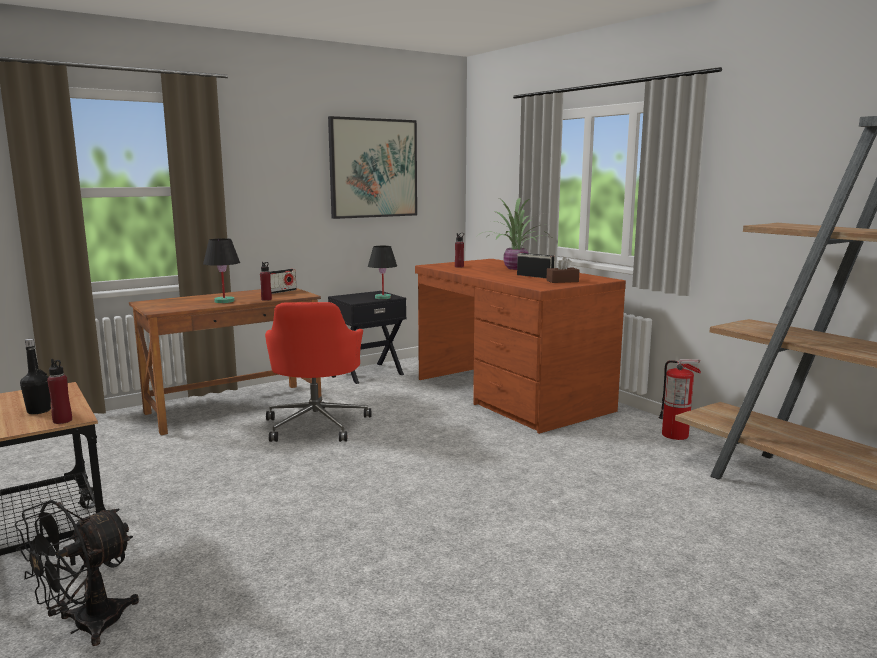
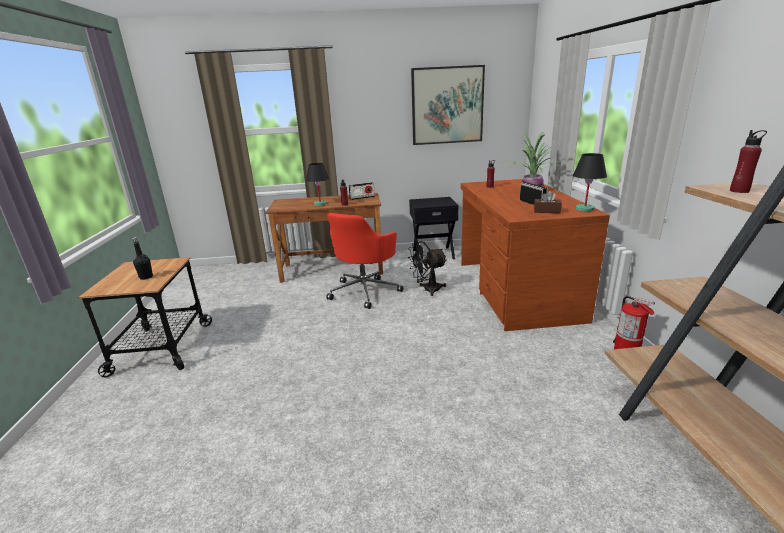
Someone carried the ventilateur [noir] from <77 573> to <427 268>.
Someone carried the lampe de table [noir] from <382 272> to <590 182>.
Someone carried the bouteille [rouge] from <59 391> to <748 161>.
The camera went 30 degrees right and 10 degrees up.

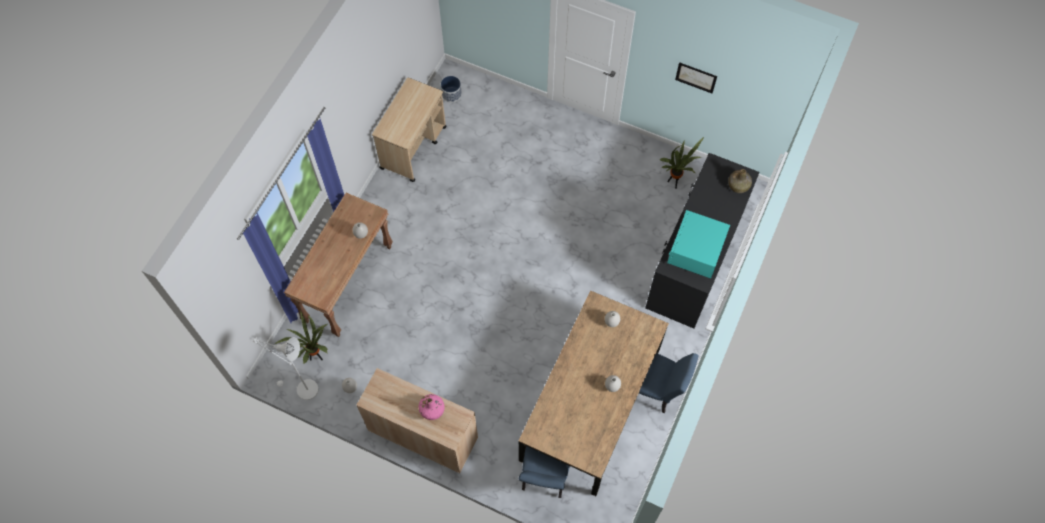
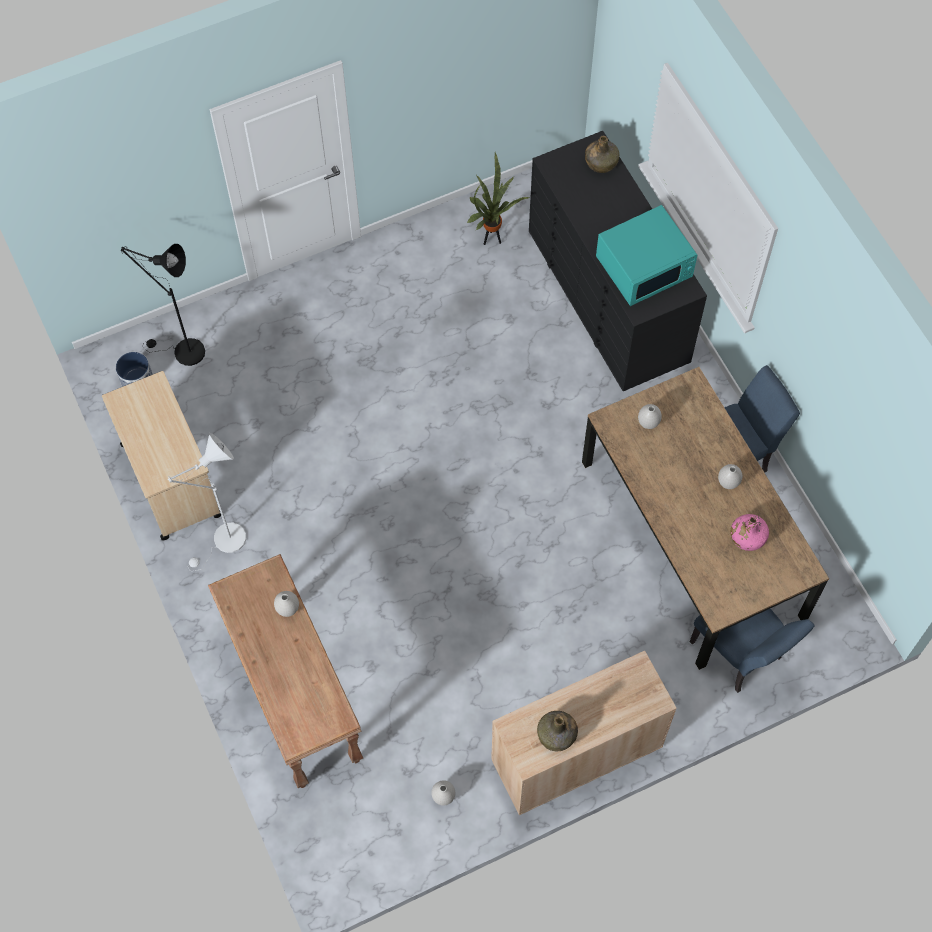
Someone put down the lampadaire [noir] at <163 305>.
Someone carried the lampadaire [blanc] from <286 368> to <207 502>.
Someone put down the bouteille [vert] at <557 731>.
Someone rotated the micro-ondes [turquoise] at <698 244> by 90 degrees counterclockwise.
Someone carried the bouteille [rose] from <432 407> to <750 532>.
Someone took away the plante en pot at <301 336>.
Someone took away the tableau at <696 77>.
The camera went 50 degrees left and 0 degrees up.

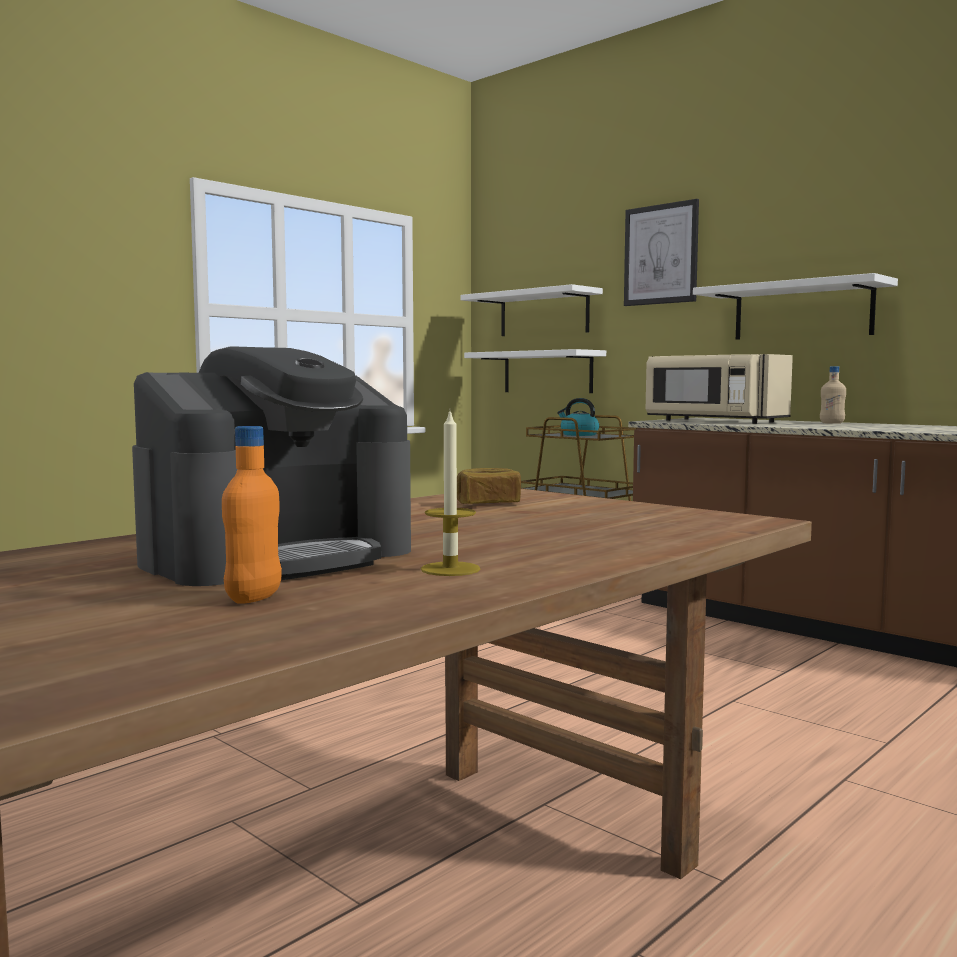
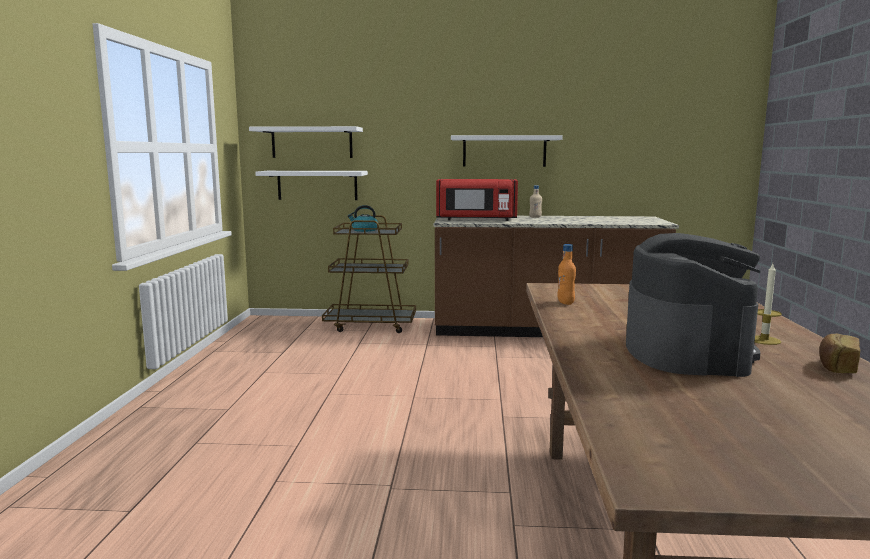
Someone repainted the micro-ondes [beige] at <719 389>, which became the micro-ondes [rouge] at <477 200>.
Someone carried the bouteille [orange] from <252 515> to <566 274>.
Someone carried the pain from <489 486> to <839 353>.
Someone took away the tableau at <661 252>.
The camera went 40 degrees left and 5 degrees up.

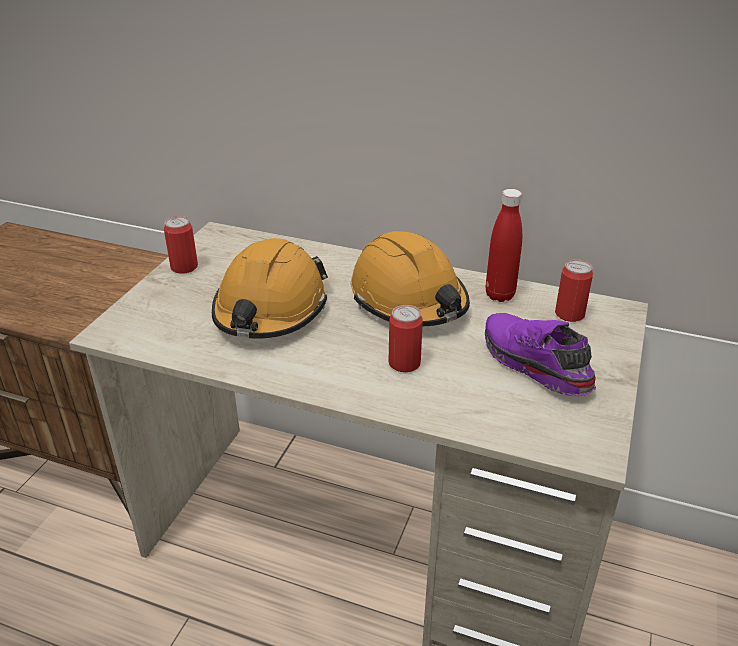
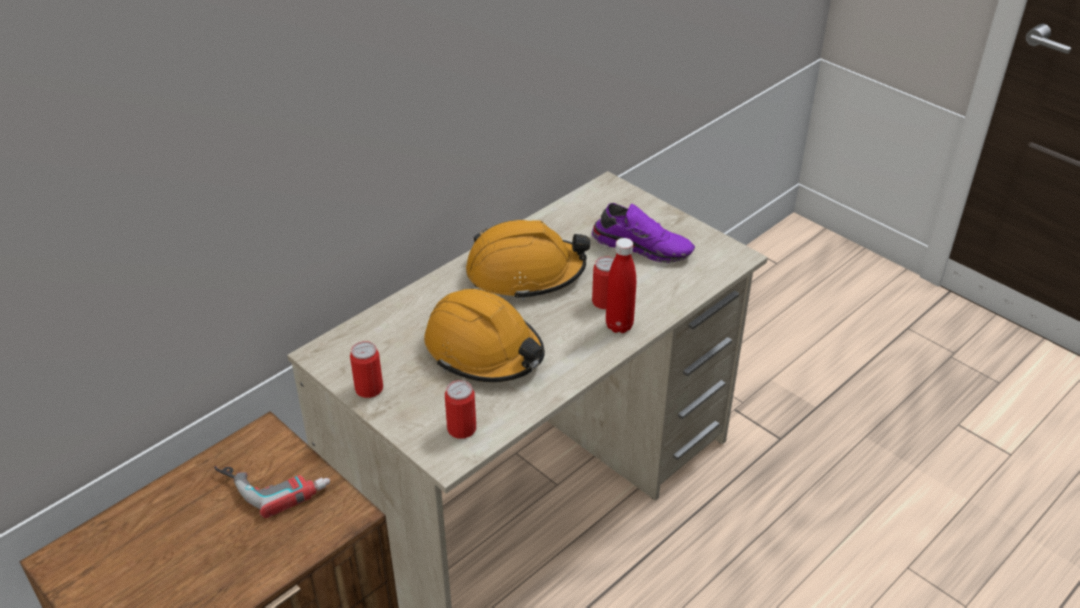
Someone put down the perceuse at <272 492>.
Someone carried the boîte métallique from <574 290> to <460 409>.
Someone rotated the chaussure [violet] at <540 354> by 150 degrees counterclockwise.
Someone carried the bouteille [rouge] from <504 245> to <621 285>.
The camera went 65 degrees left and 5 degrees up.

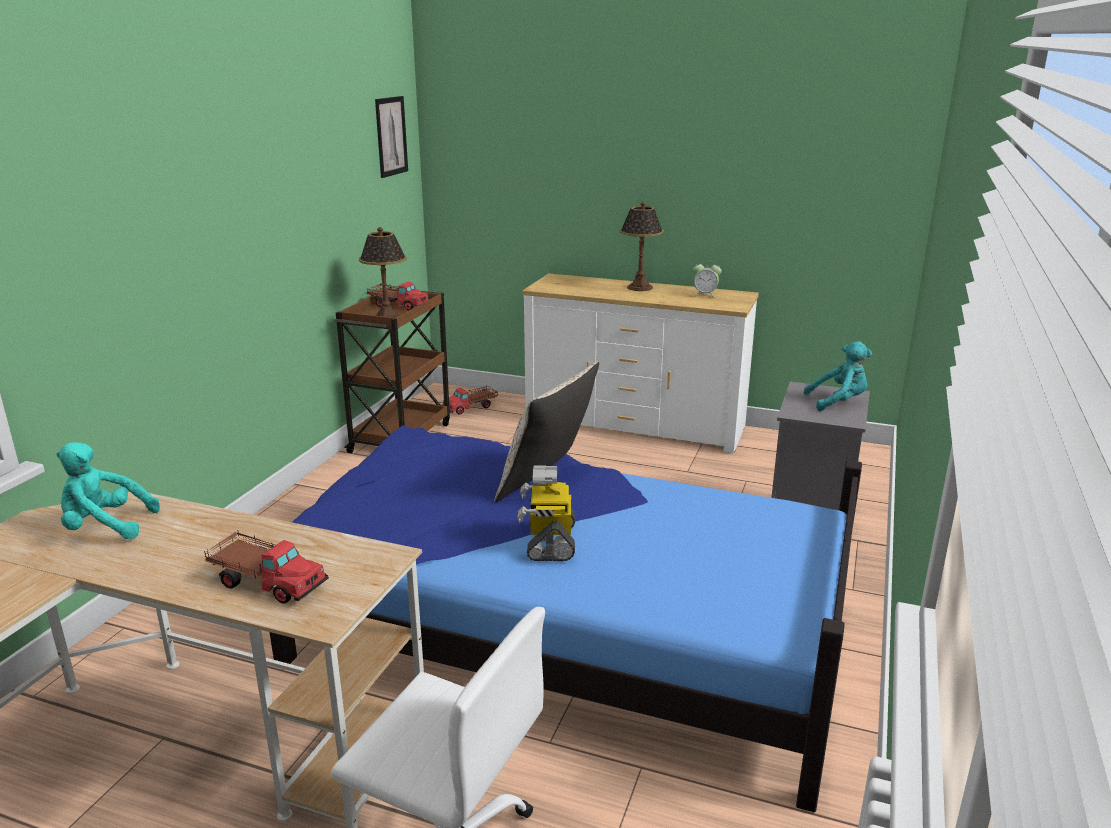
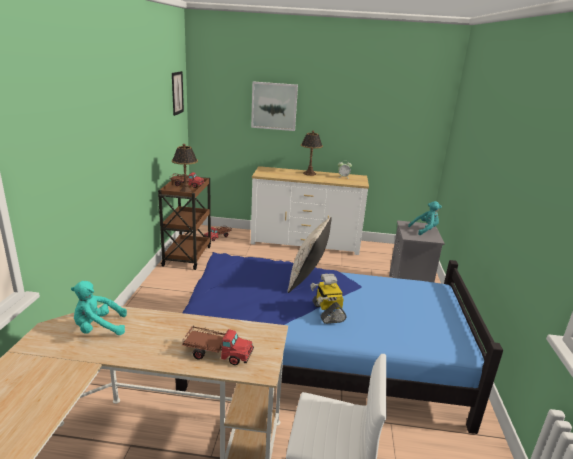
Someone put up the tableau at <274 106>.
The camera went 15 degrees left and 0 degrees up.

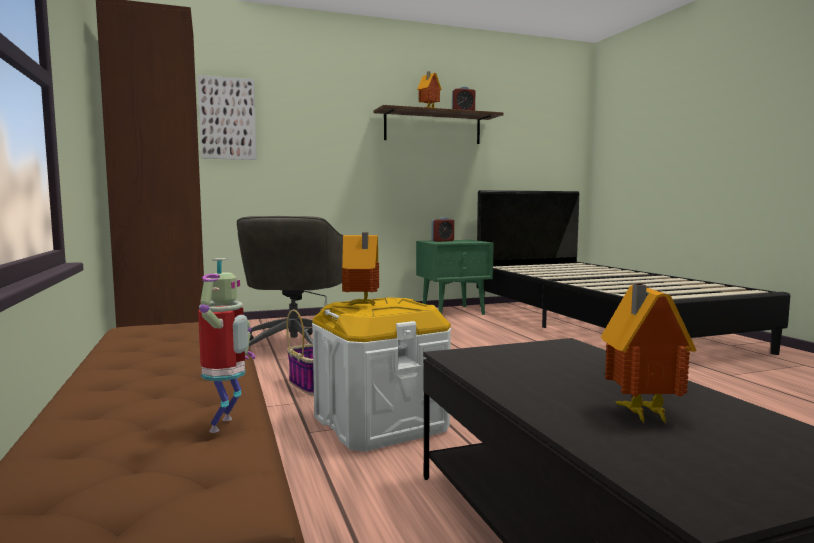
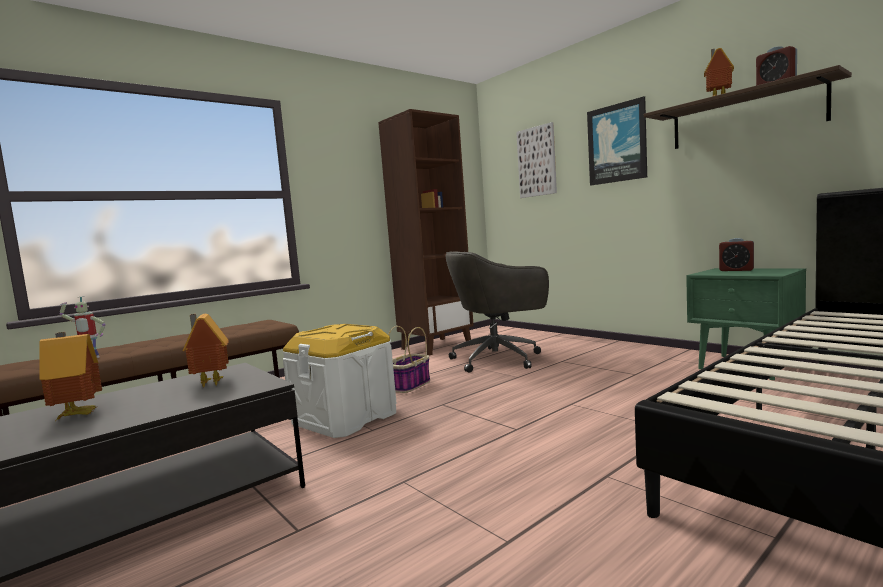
Someone carried the maison miniature from <360 269> to <206 351>.
Someone put up the tableau at <617 141>.
The camera went 70 degrees right and 0 degrees up.

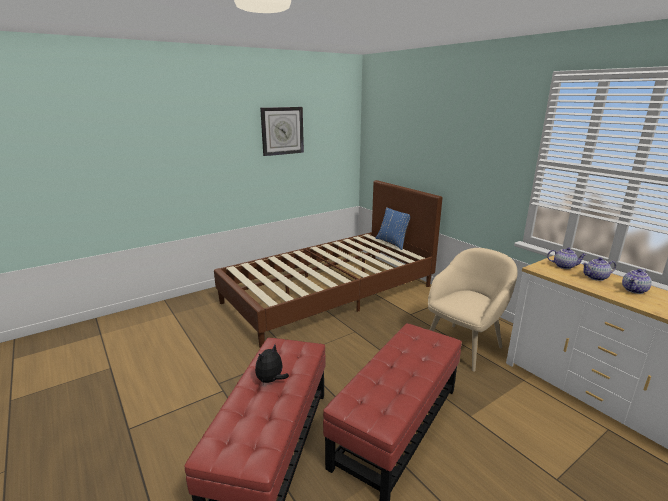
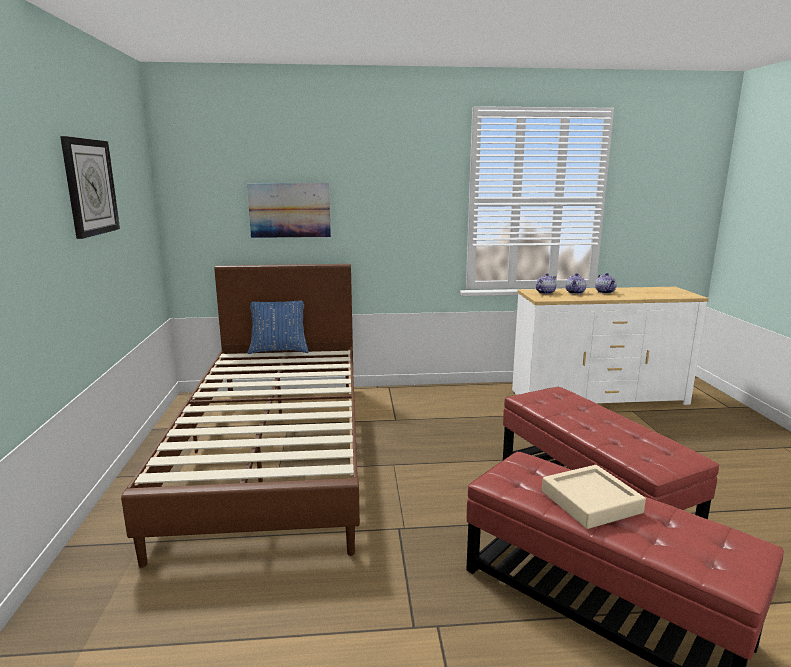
Someone put up the tableau at <289 210>.
Someone swapped the peluche at <272 363> for the plateau [beige] at <594 497>.
Someone took away the fauteuil [beige] at <473 310>.
The camera went 60 degrees left and 5 degrees down.

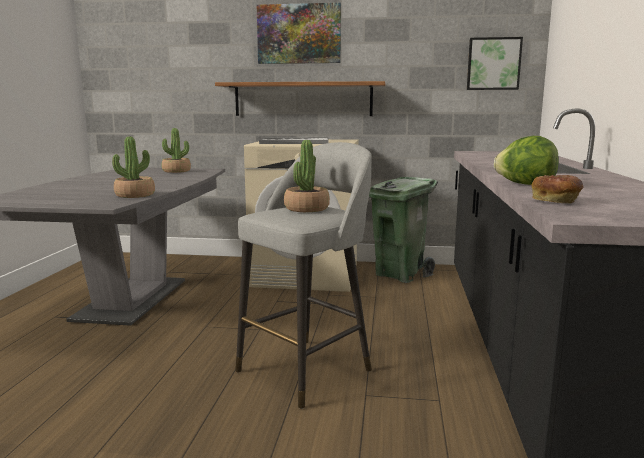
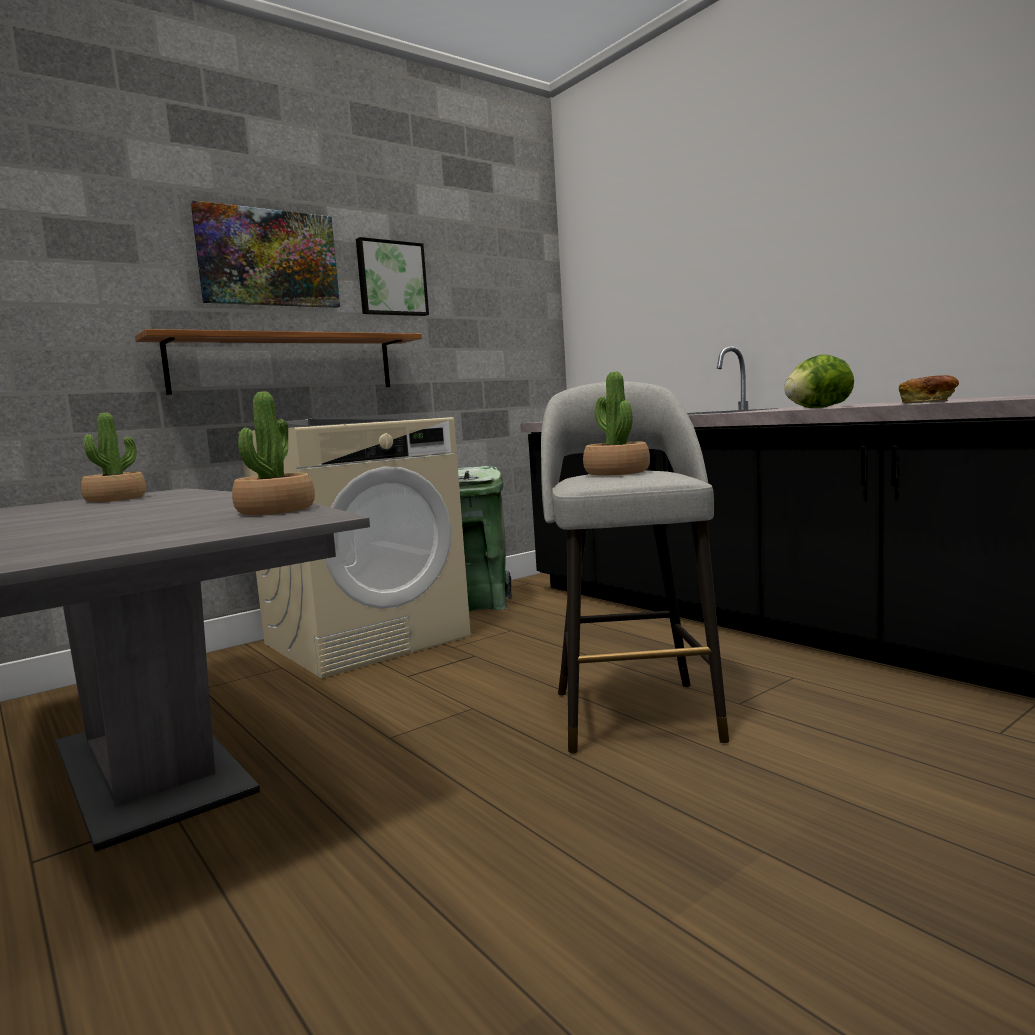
Someone carried the tableau from <495 63> to <392 276>.
The camera went 45 degrees left and 5 degrees down.

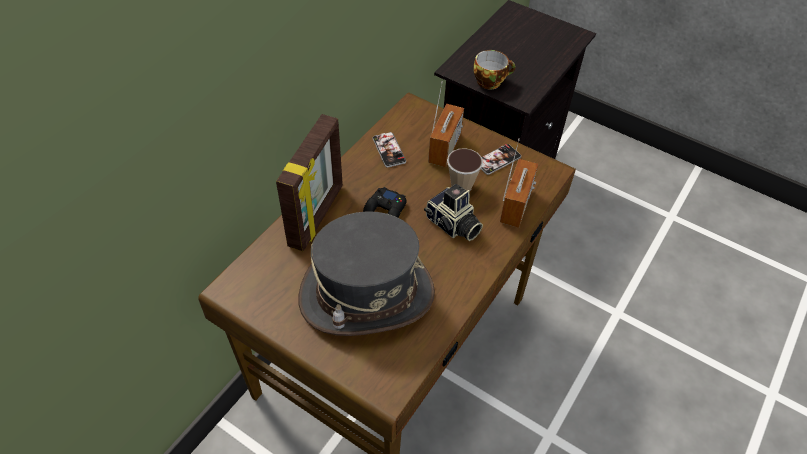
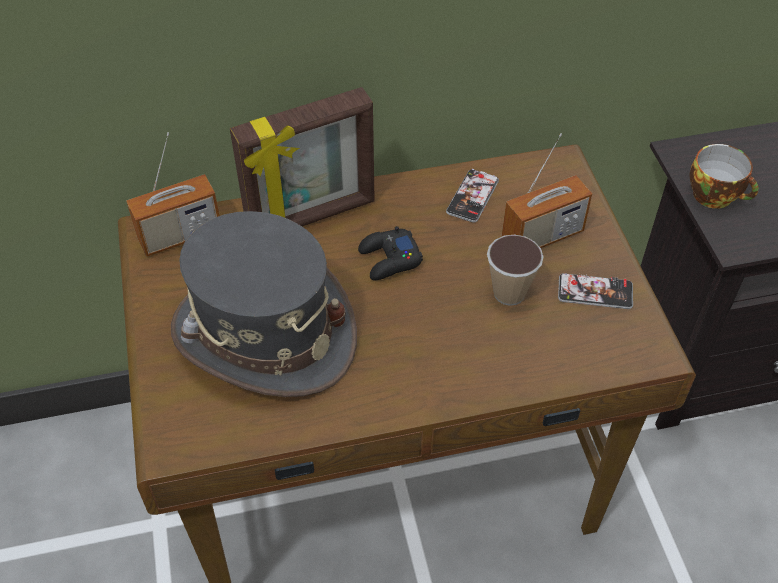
Someone carried the radio from <519 183> to <172 194>.
Someone took away the appareil photo at <453 212>.
The camera went 45 degrees right and 0 degrees up.

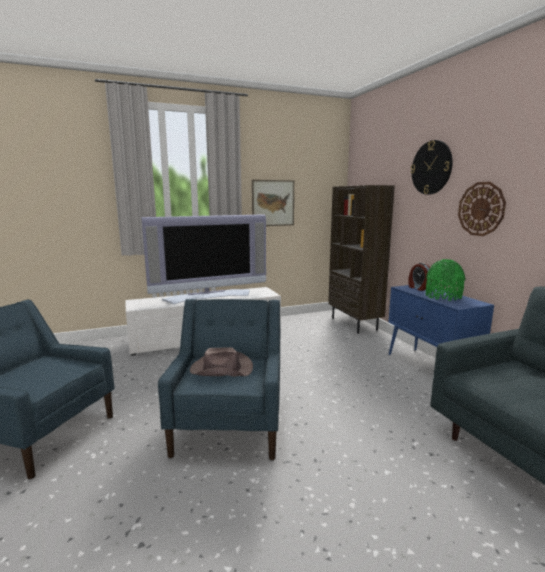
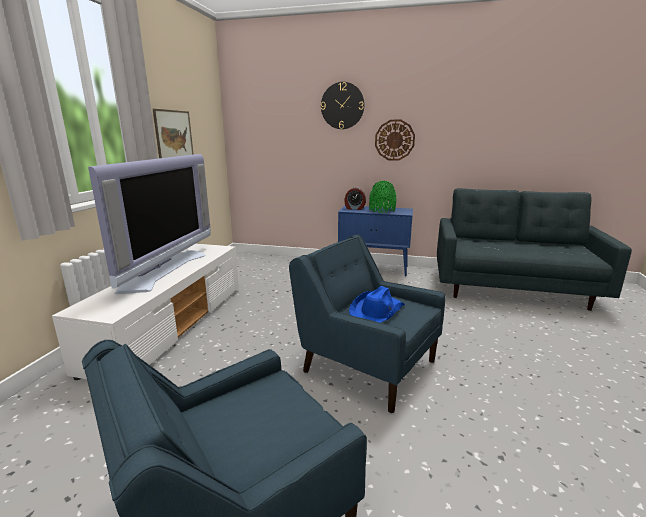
Someone repainted the chapeau [marron] at <221 362>, which became the chapeau [bleu] at <377 304>.
Someone took away the bibliothèque [marron] at <361 259>.
The camera went 55 degrees left and 5 degrees up.

